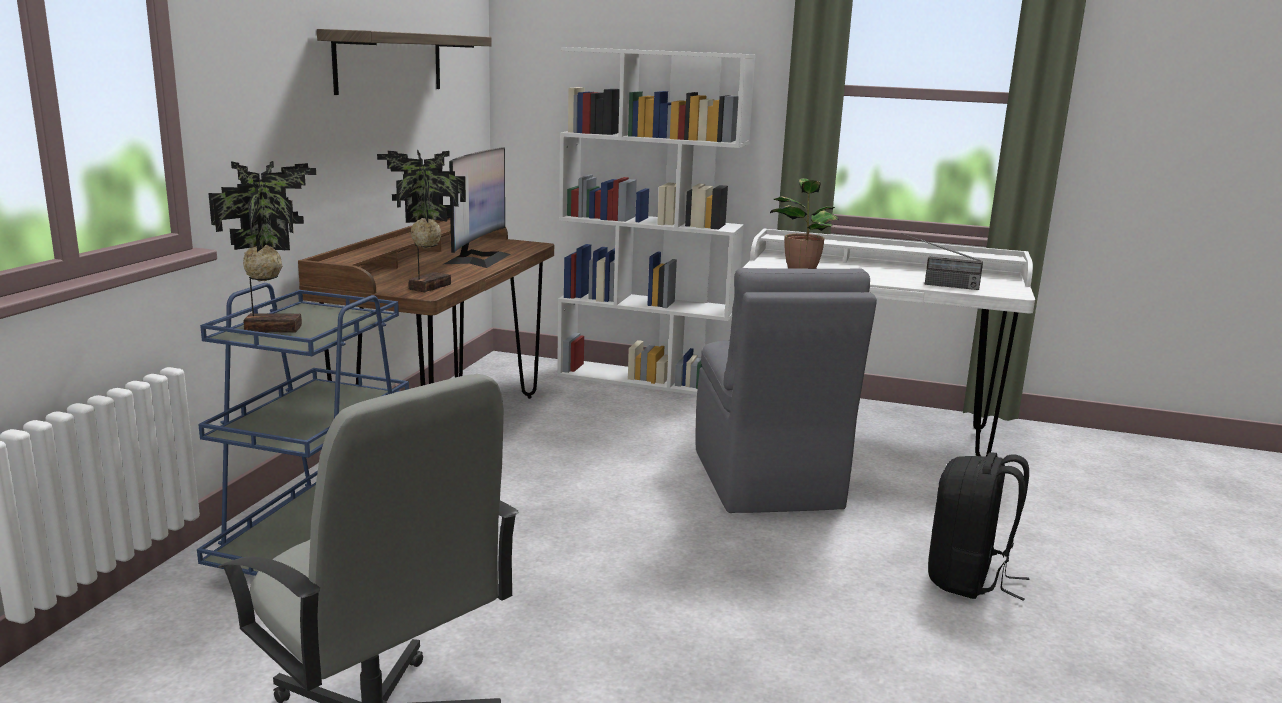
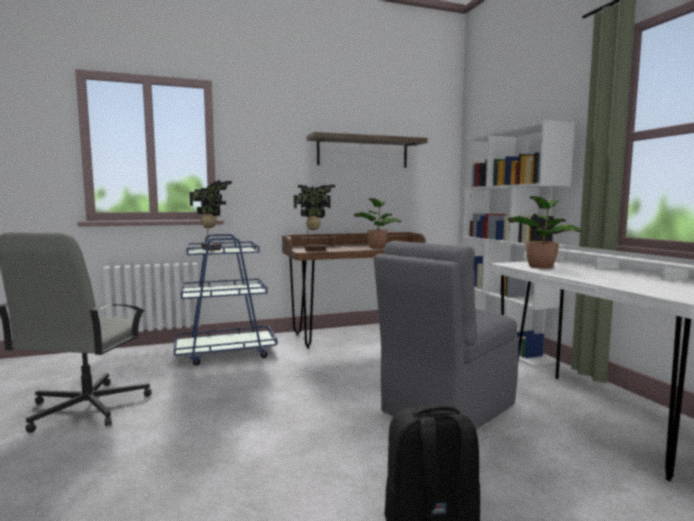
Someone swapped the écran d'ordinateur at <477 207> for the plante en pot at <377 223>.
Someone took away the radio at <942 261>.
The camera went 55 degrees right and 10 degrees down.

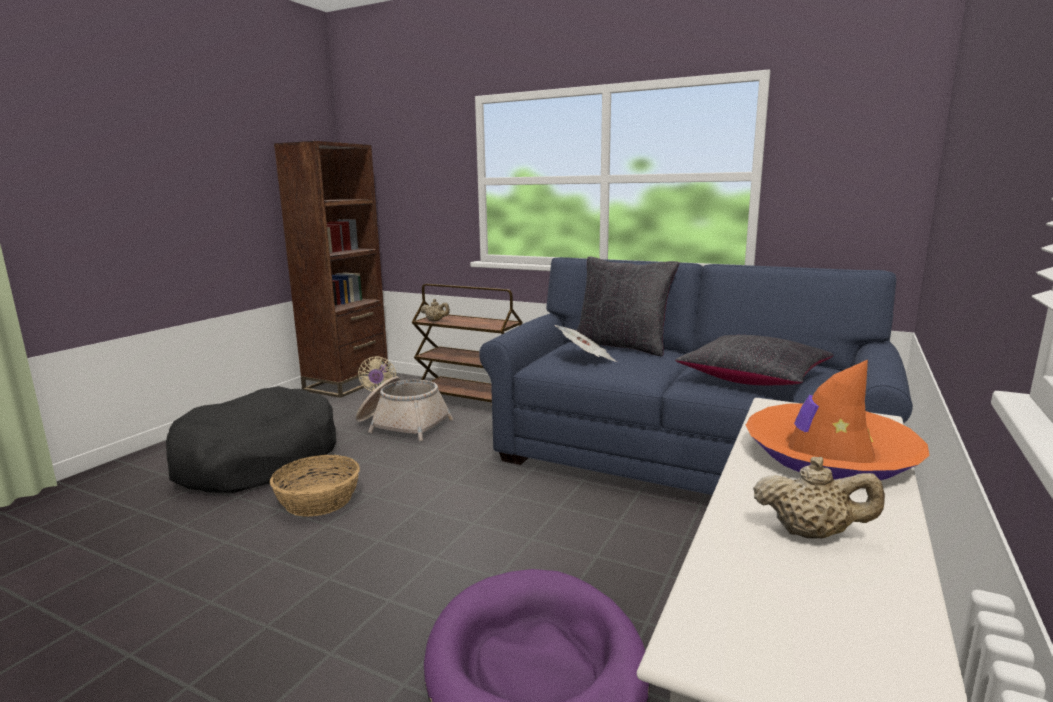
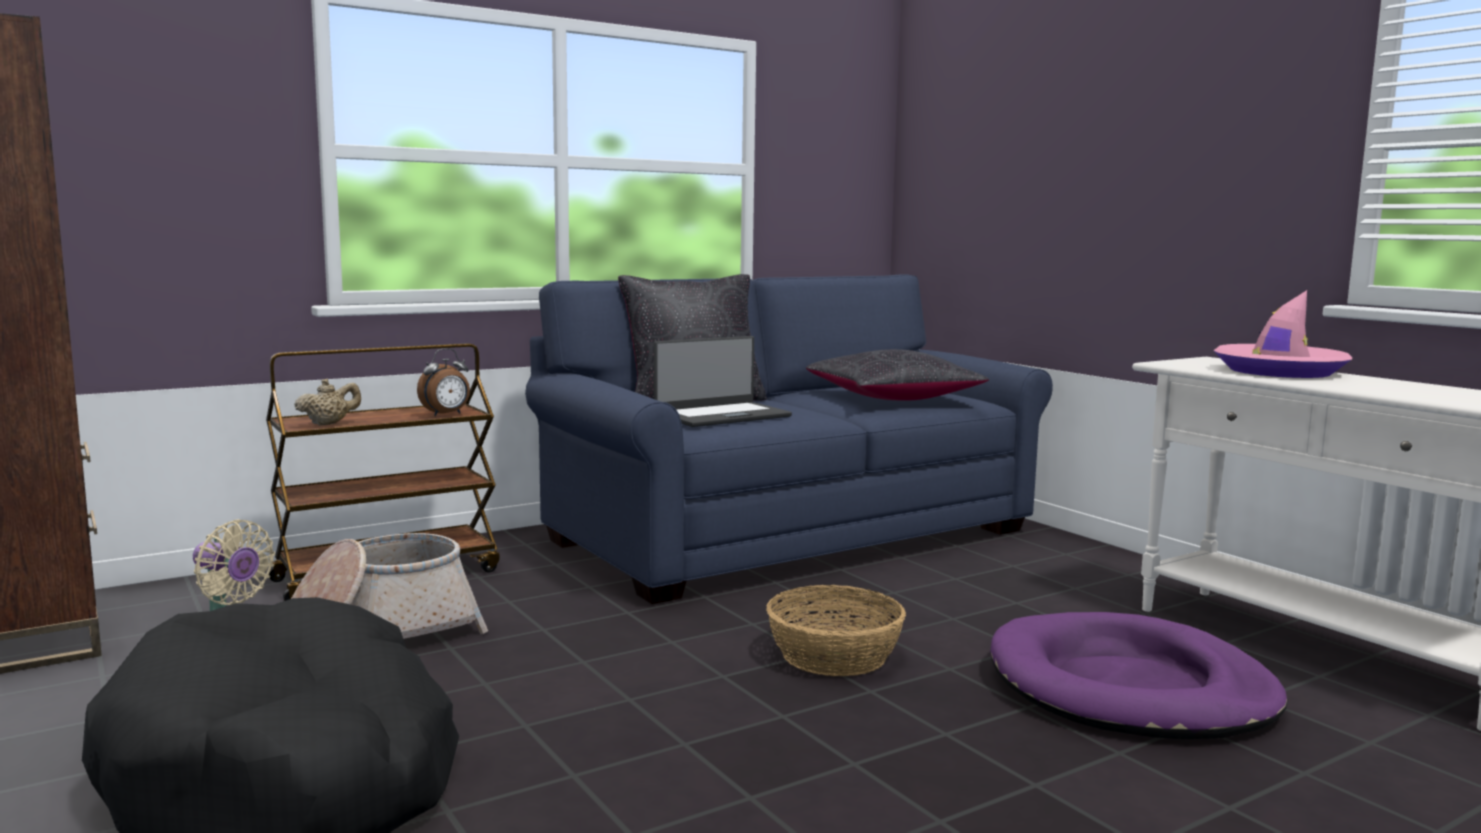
Someone put down the réveil at <443 382>.
Someone swapped the journal at <586 343> for the ordinateur portable at <723 381>.
Someone carried the panier from <315 486> to <836 630>.
Someone repainted the chapeau [orange] at <838 420>, which became the chapeau [rose] at <1282 334>.
Someone took away the théière [beige] at <819 498>.
The camera went 60 degrees left and 5 degrees down.

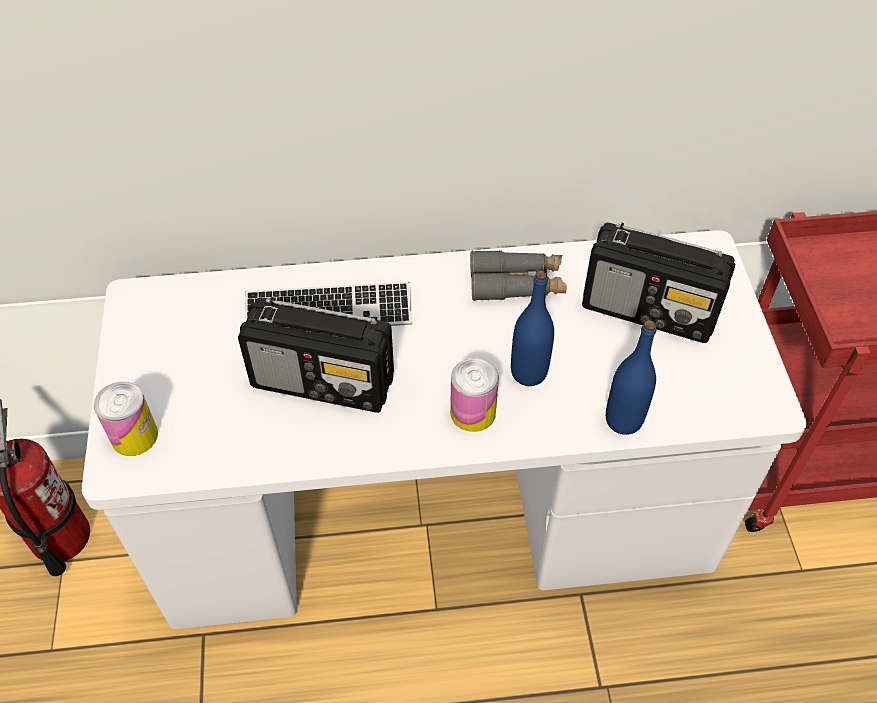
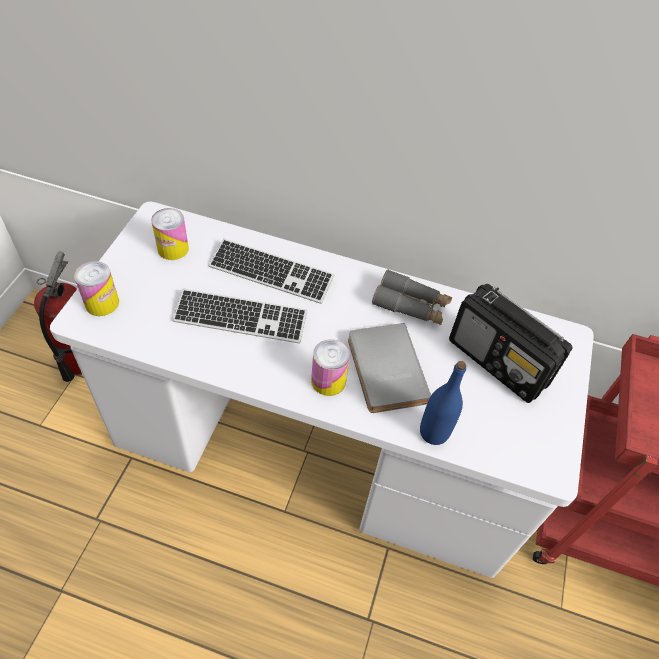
Someone put down the boîte métallique at <170 234>.
Someone swapped the radio at <316 355> for the clavier at <240 316>.
Someone swapped the bouteille [bleu] at <532 328> for the livre [gris] at <389 368>.
The camera went 20 degrees right and 0 degrees up.

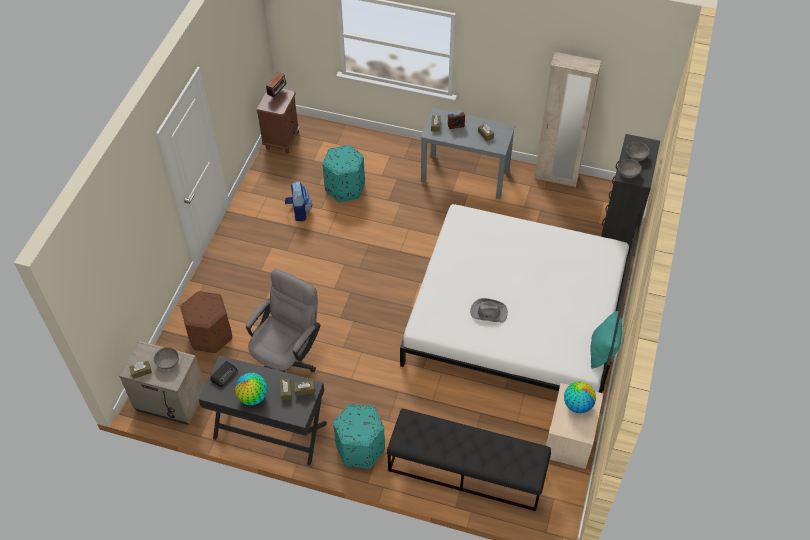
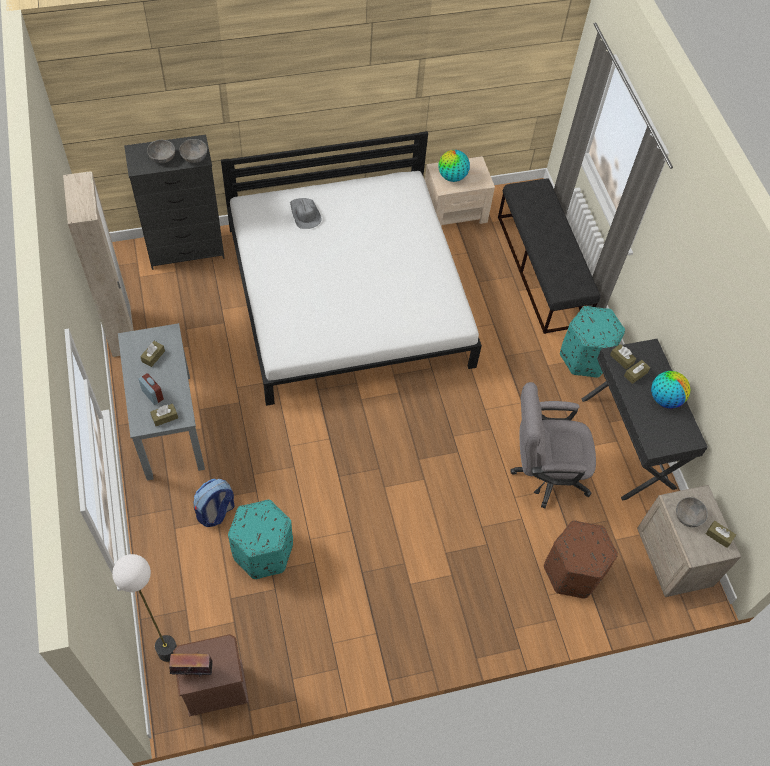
Someone put down the lampadaire at <144 608>.
Someone carried the sac à dos from <298 201> to <214 503>.
Someone carried the chapeau [gris] from <489 310> to <306 213>.
Someone took away the radio at <223 374>.
Someone took away the coussin [turquoise] at <606 340>.
The camera went 125 degrees left and 5 degrees up.

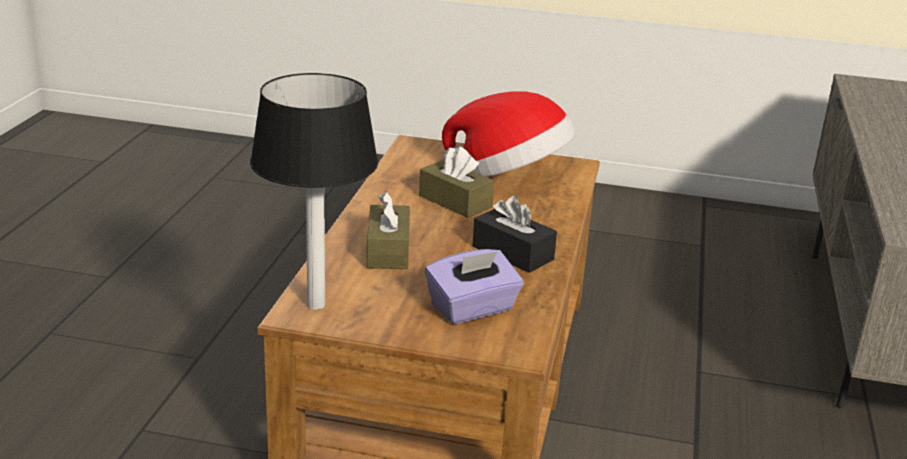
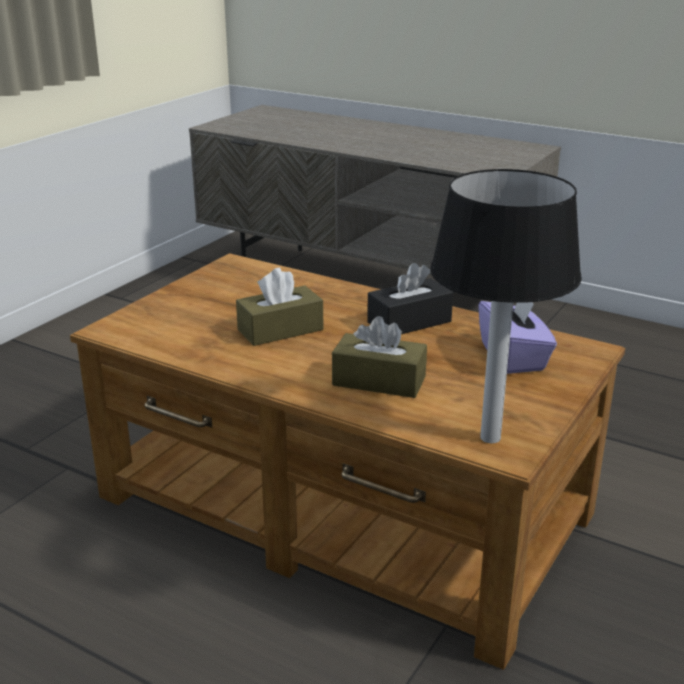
Someone took away the chapeau at <509 134>.
The camera went 70 degrees left and 0 degrees up.

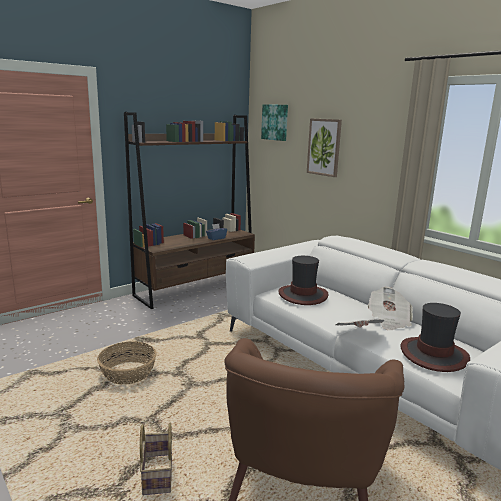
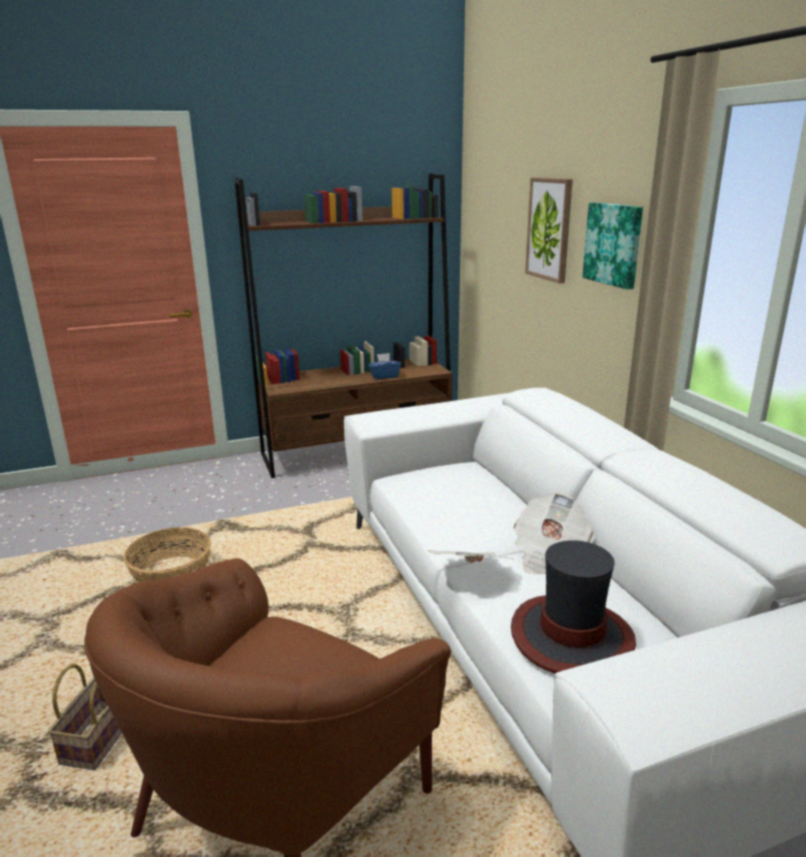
Someone carried the tableau from <274 122> to <612 245>.
Someone took away the chapeau at <303 280>.
The camera went 20 degrees right and 5 degrees up.

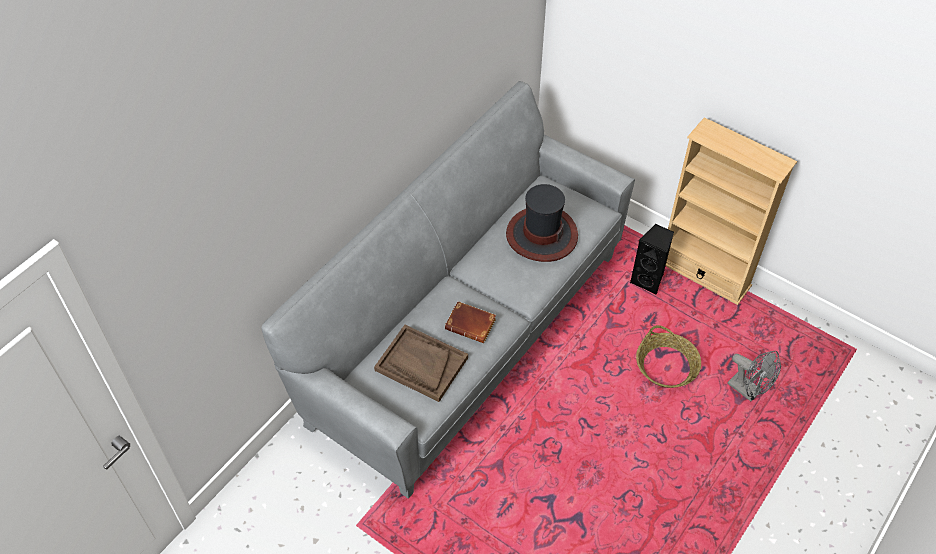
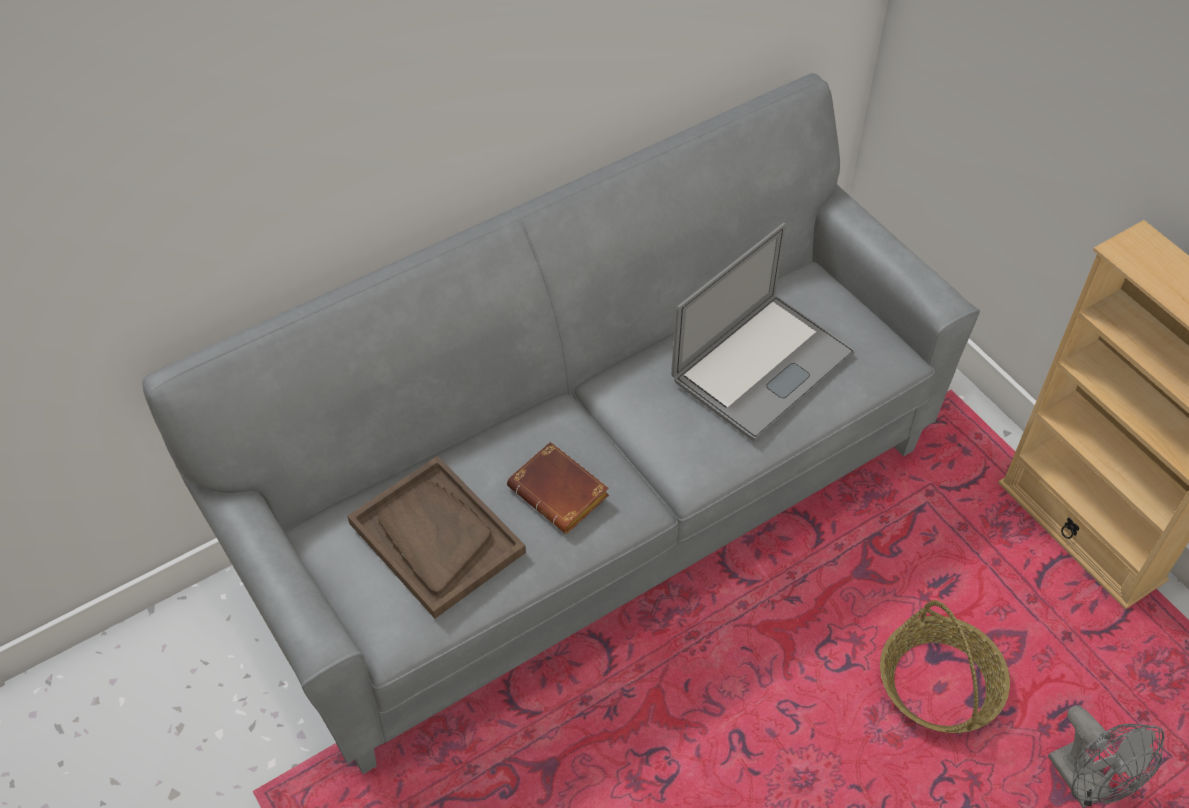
Someone swapped the chapeau at <542 223> for the ordinateur portable at <763 332>.
Someone took away the enceinte [noir] at <652 259>.
The camera went 20 degrees right and 0 degrees up.

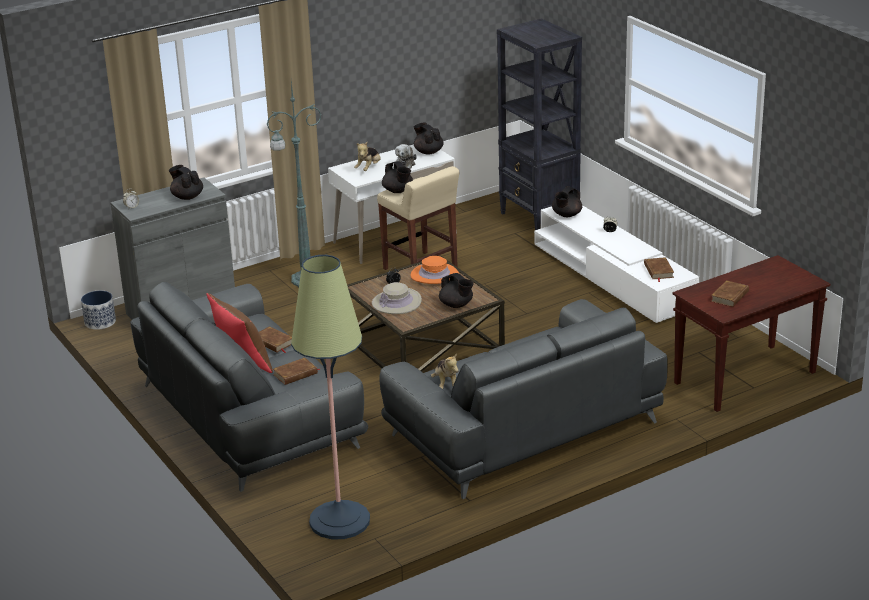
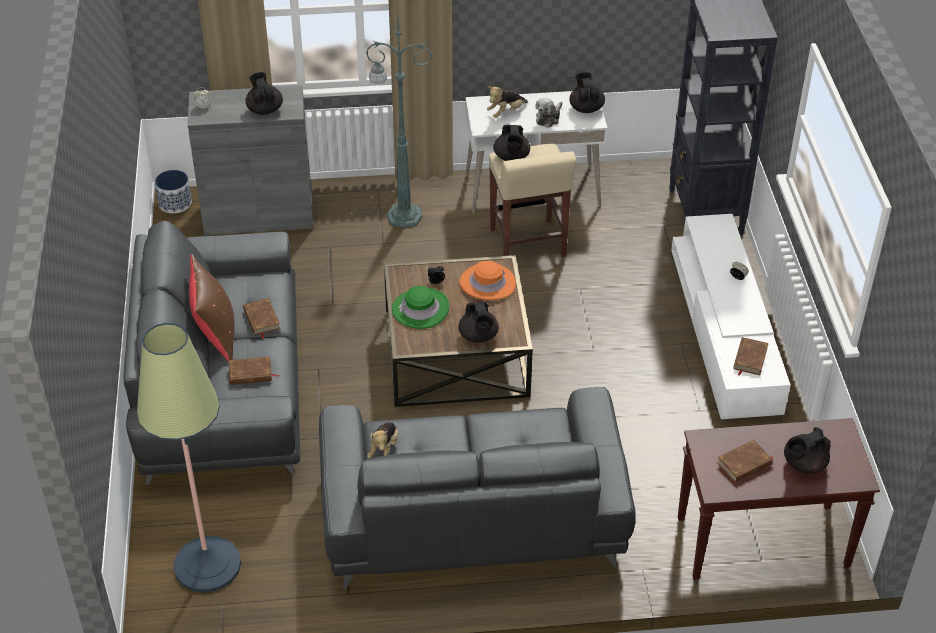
Someone repainted the chapeau [beige] at <397 298>, which became the chapeau [vert] at <420 307>.
Someone carried the théière [noir] from <567 201> to <807 450>.
The camera went 25 degrees right and 15 degrees up.

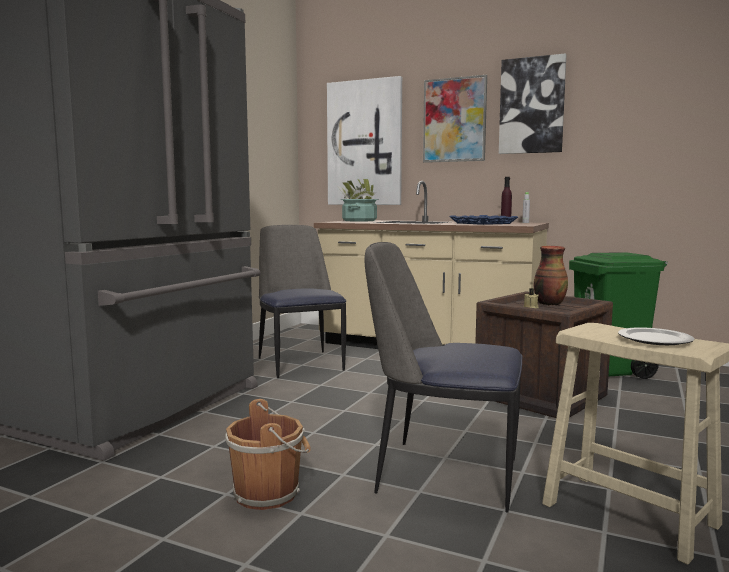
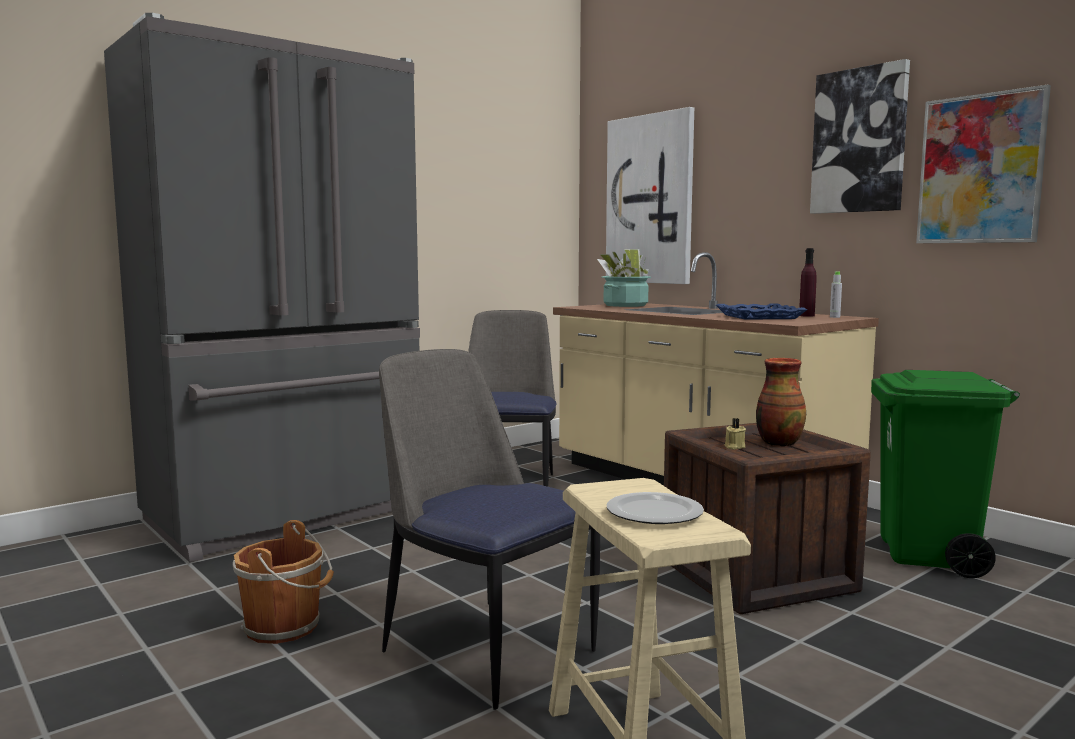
Someone carried the tableau from <455 119> to <983 164>.
The camera went 25 degrees right and 0 degrees up.

